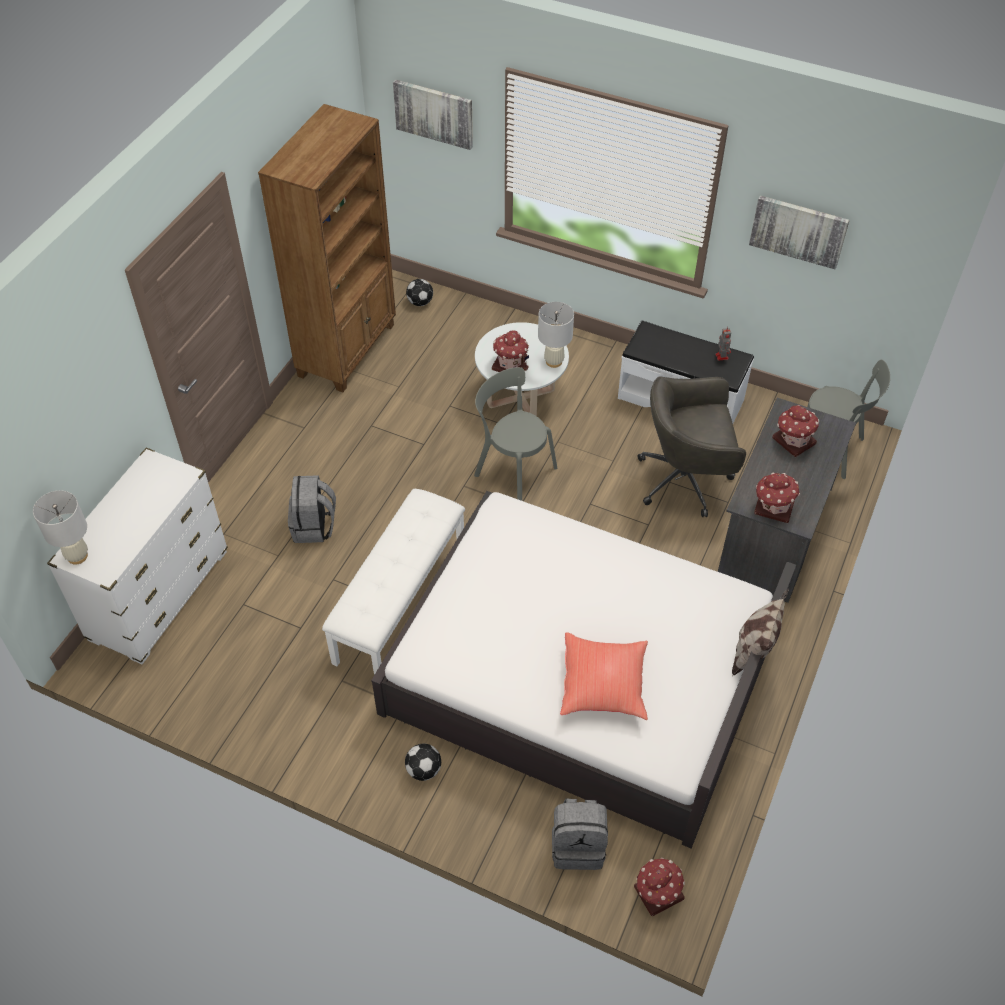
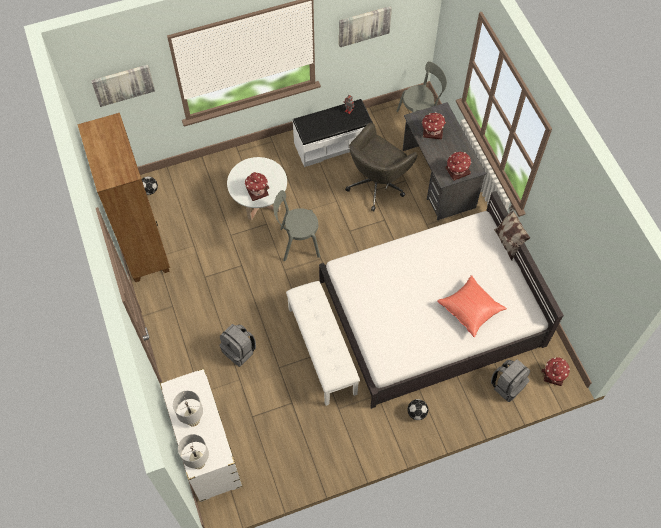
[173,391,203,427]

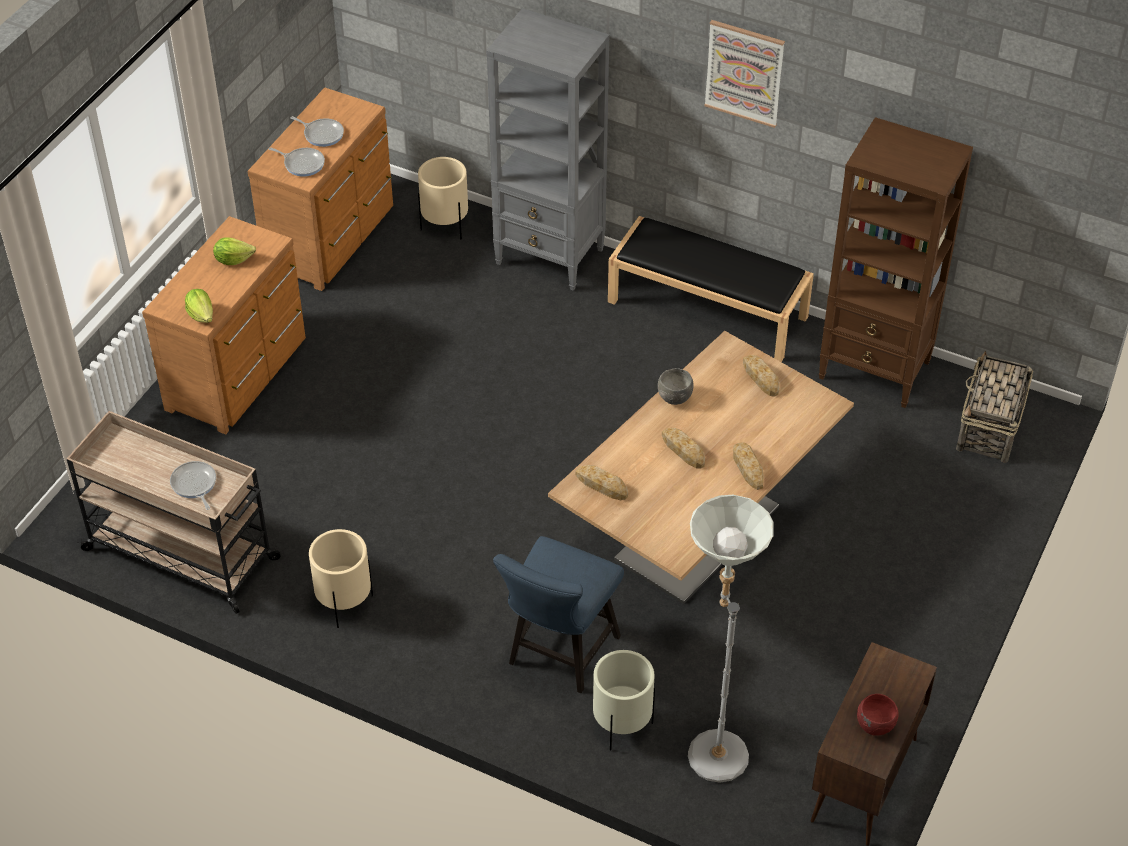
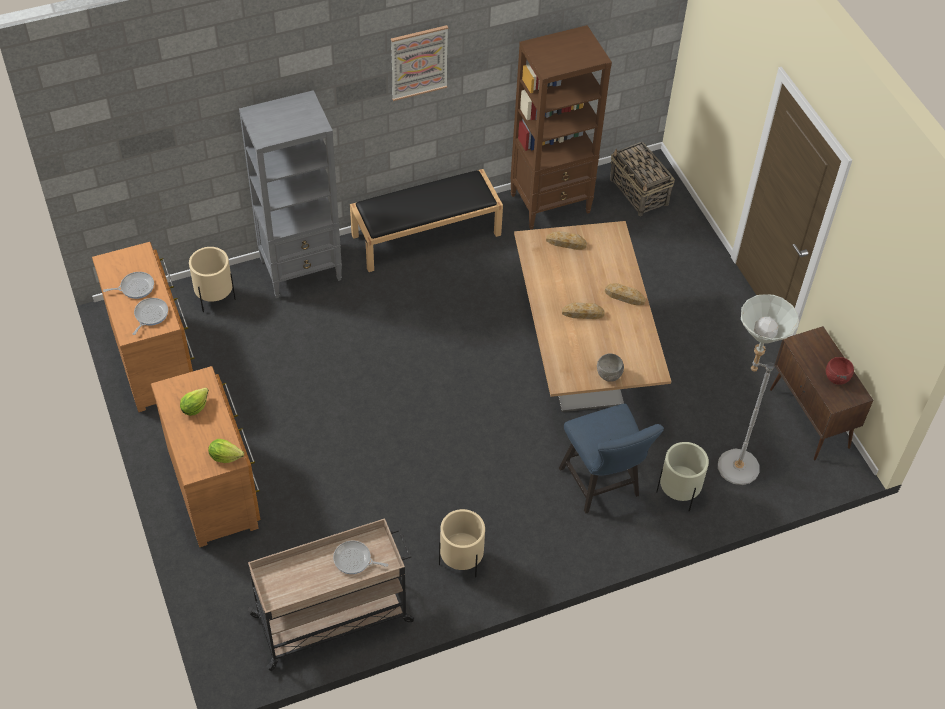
[575,465,628,500] (first image)
[597,353,624,382]
[133,298,168,335]

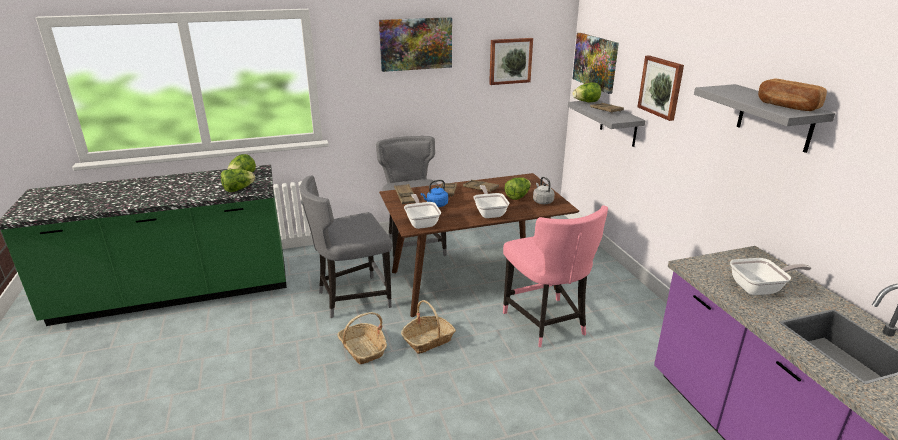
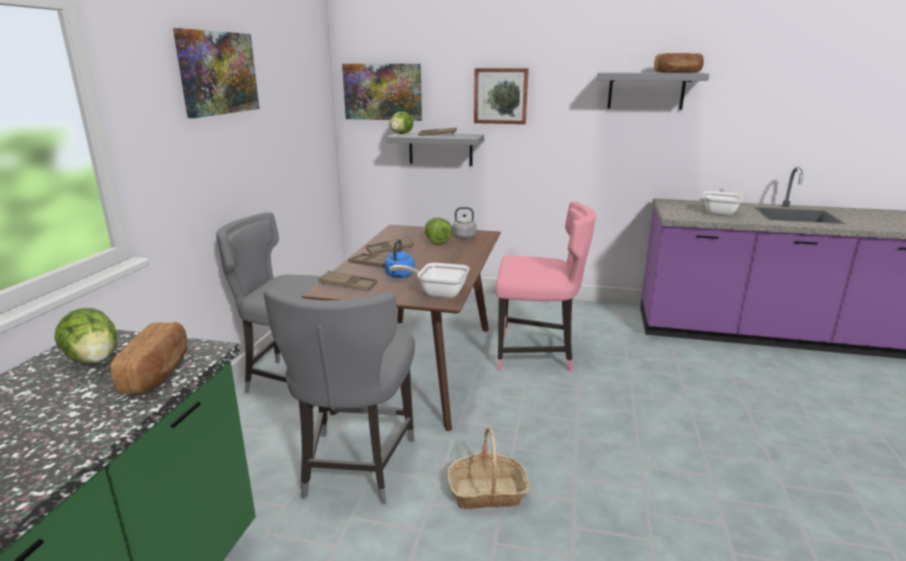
[401,300,456,354] (first image)
[473,185,510,218] (first image)
[489,38,533,85] (first image)
[110,322,187,394]

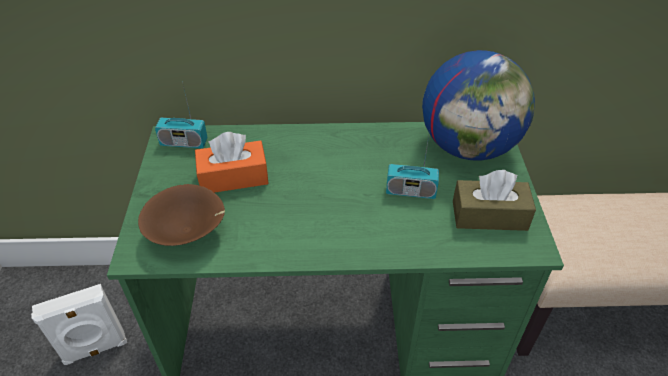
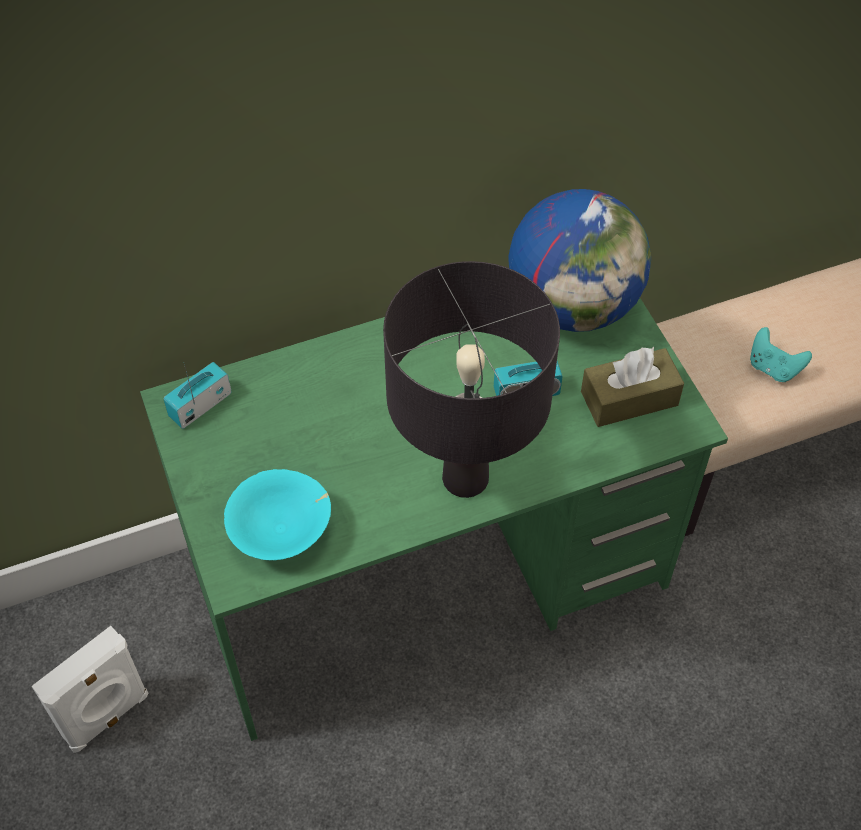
[195,132,269,193] (first image)
[383,261,560,498]
[750,327,812,382]
[224,469,331,560]
[164,362,232,429]

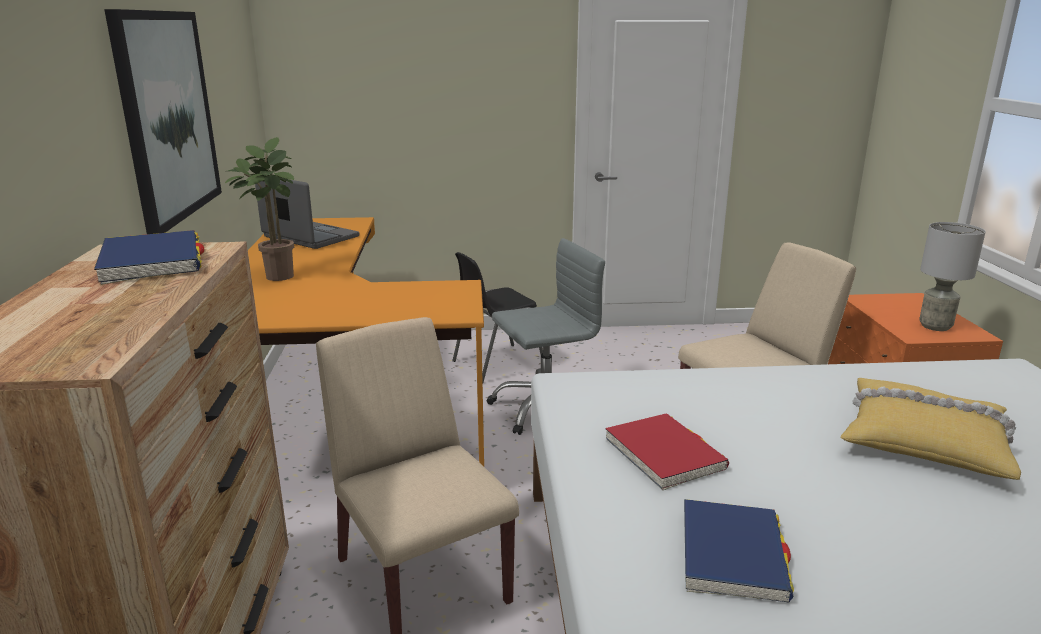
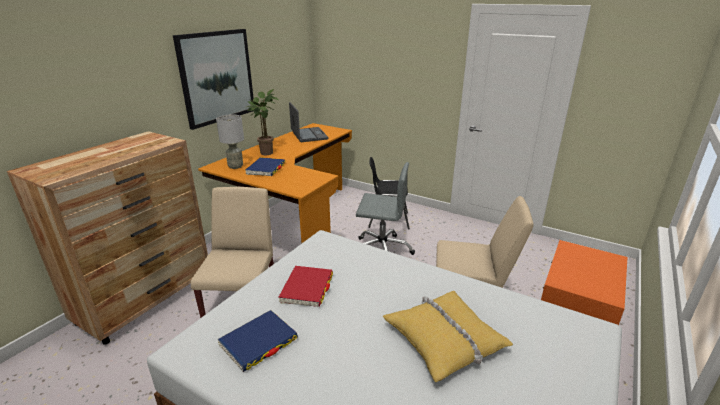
[245,157,286,176]
[216,115,244,169]

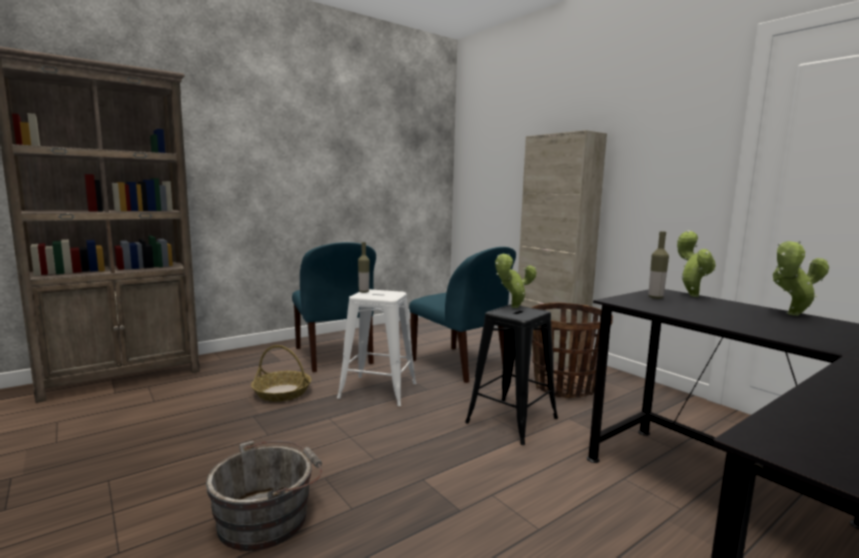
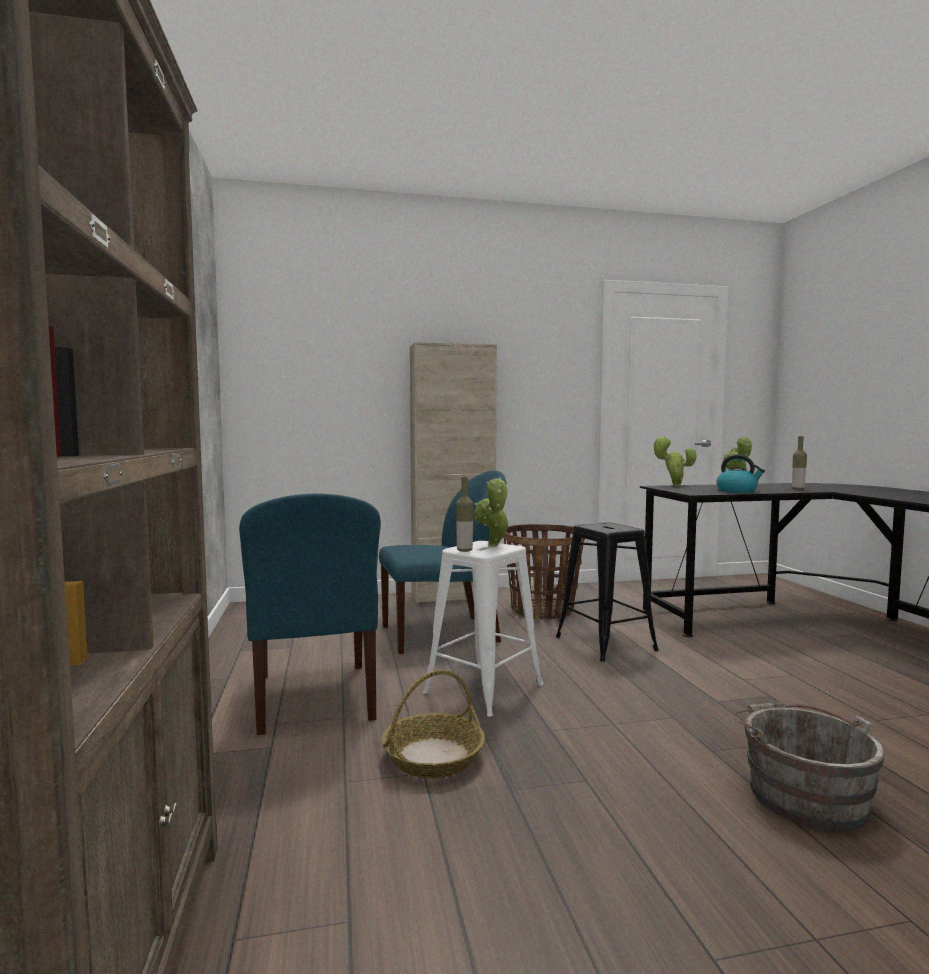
[716,455,765,493]
[473,477,510,547]
[792,436,807,490]
[239,494,381,735]

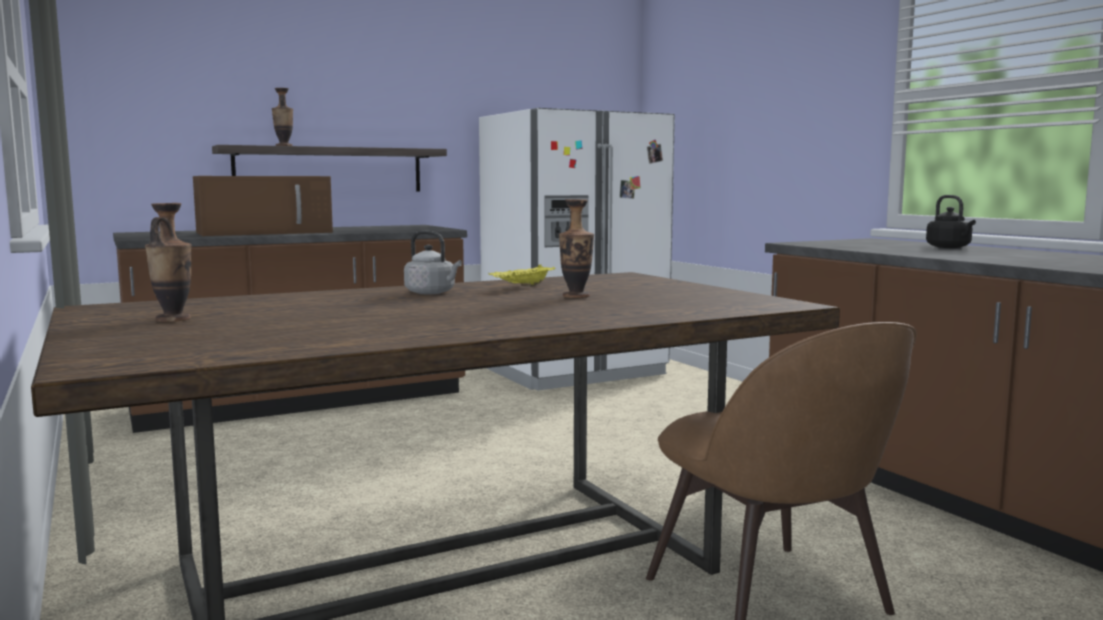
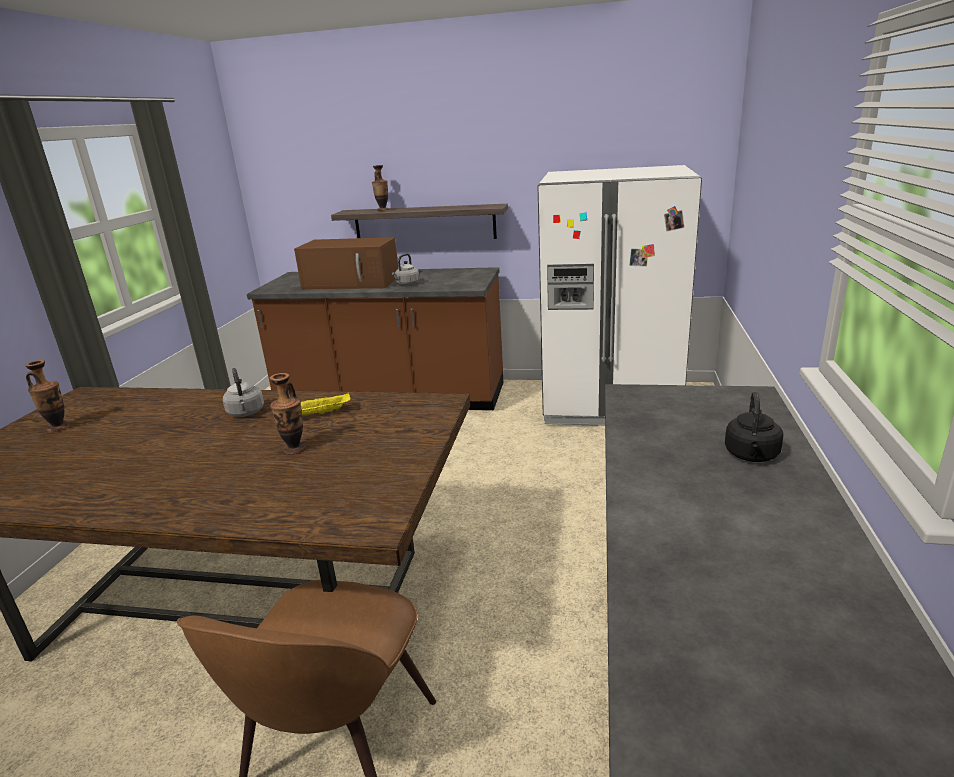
[391,254,420,286]

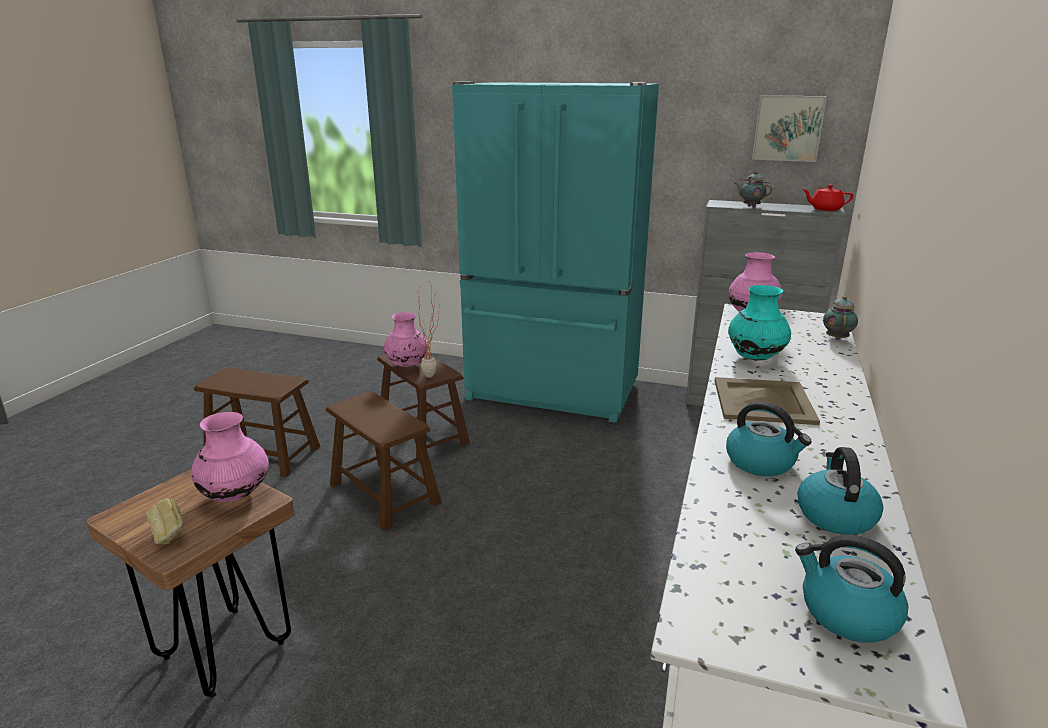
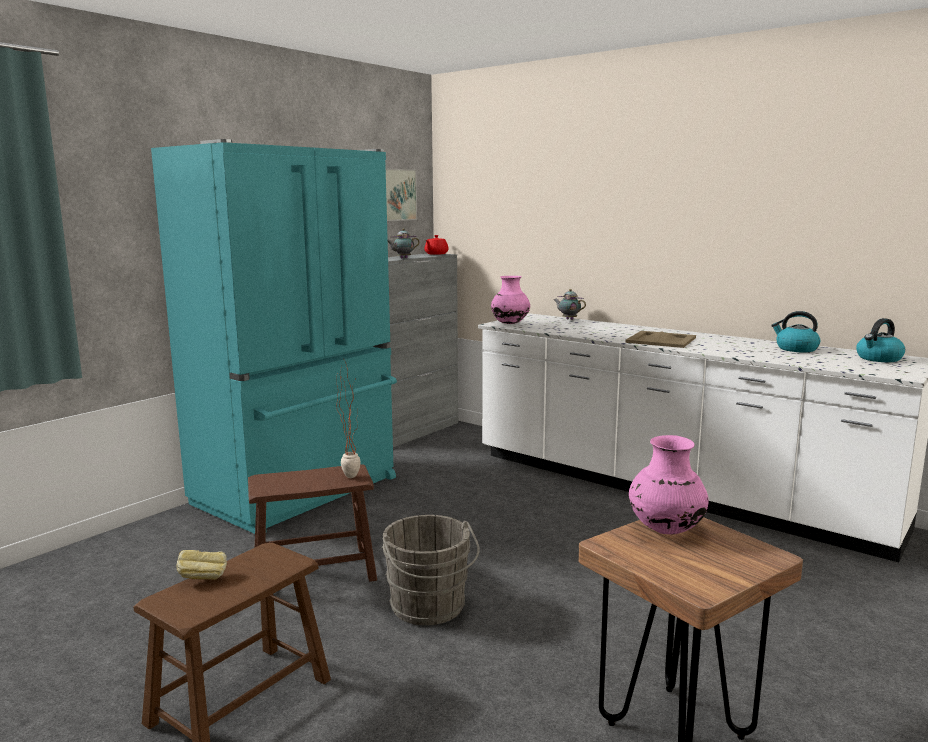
[384,312,428,367] (first image)
[726,401,812,476] (first image)
[728,285,791,360] (first image)
[176,550,227,580]
[382,515,479,625]

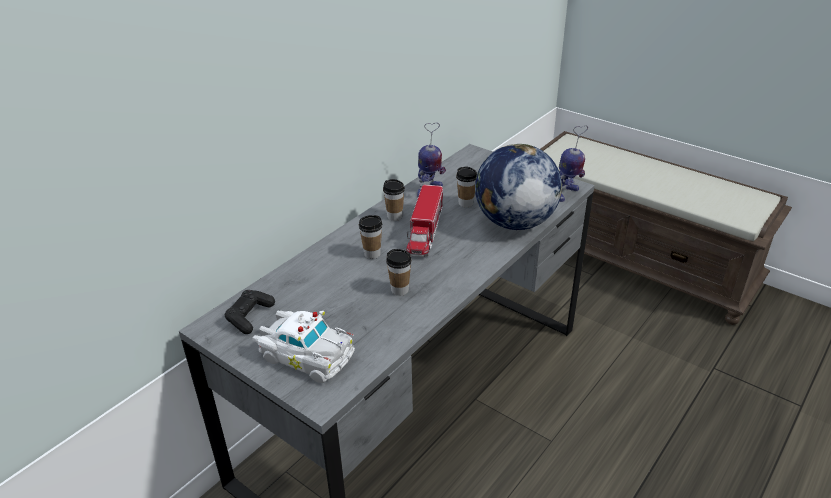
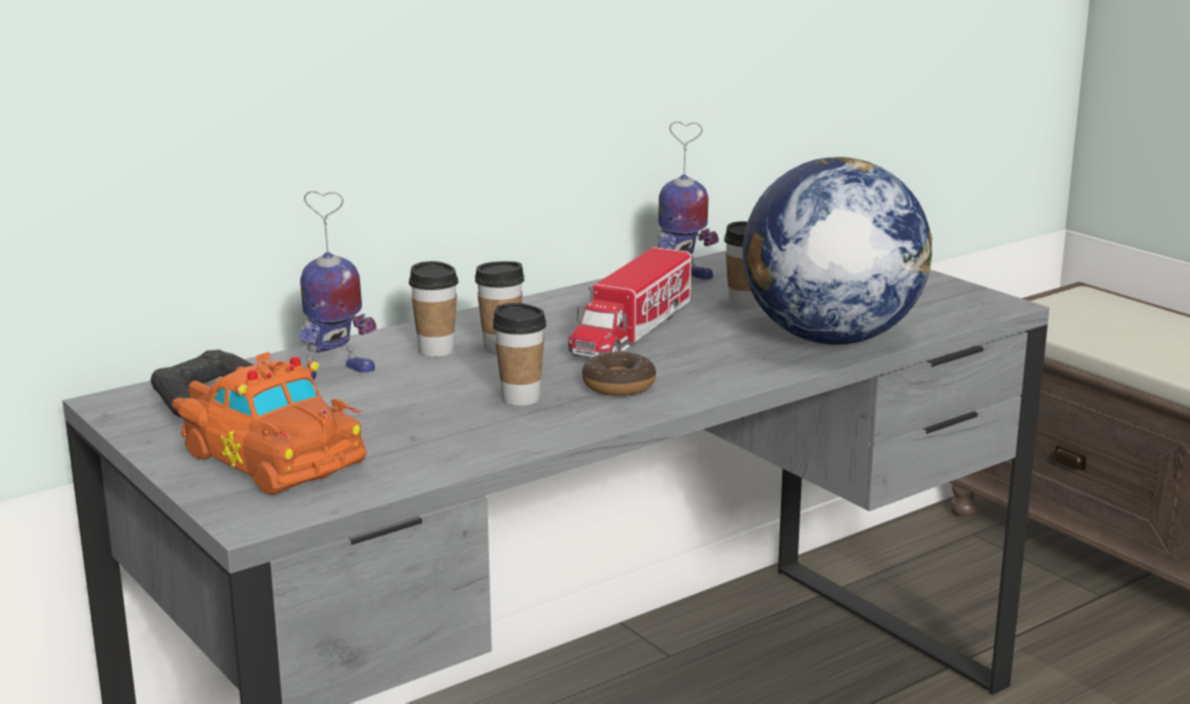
[582,352,656,396]
[409,261,458,357]
[300,191,376,381]
[172,352,367,495]

